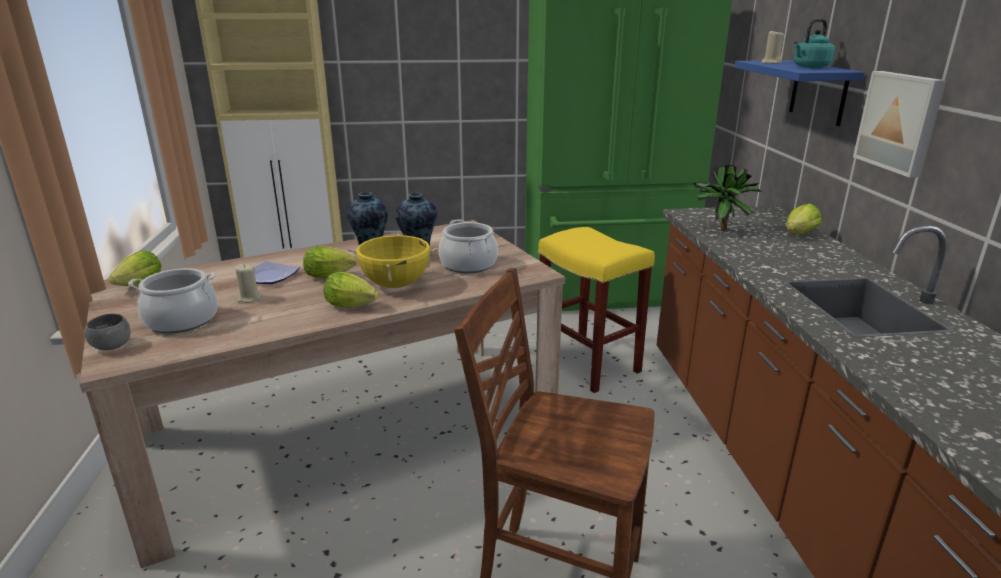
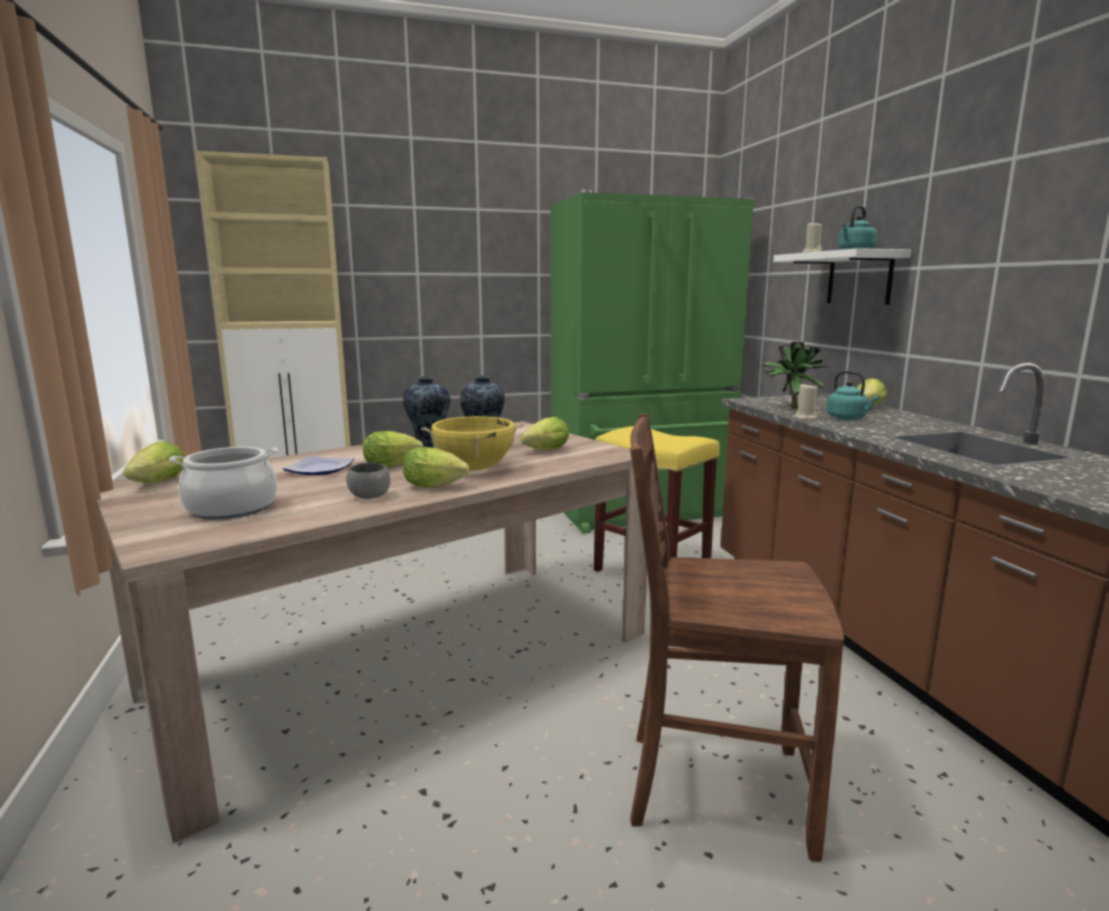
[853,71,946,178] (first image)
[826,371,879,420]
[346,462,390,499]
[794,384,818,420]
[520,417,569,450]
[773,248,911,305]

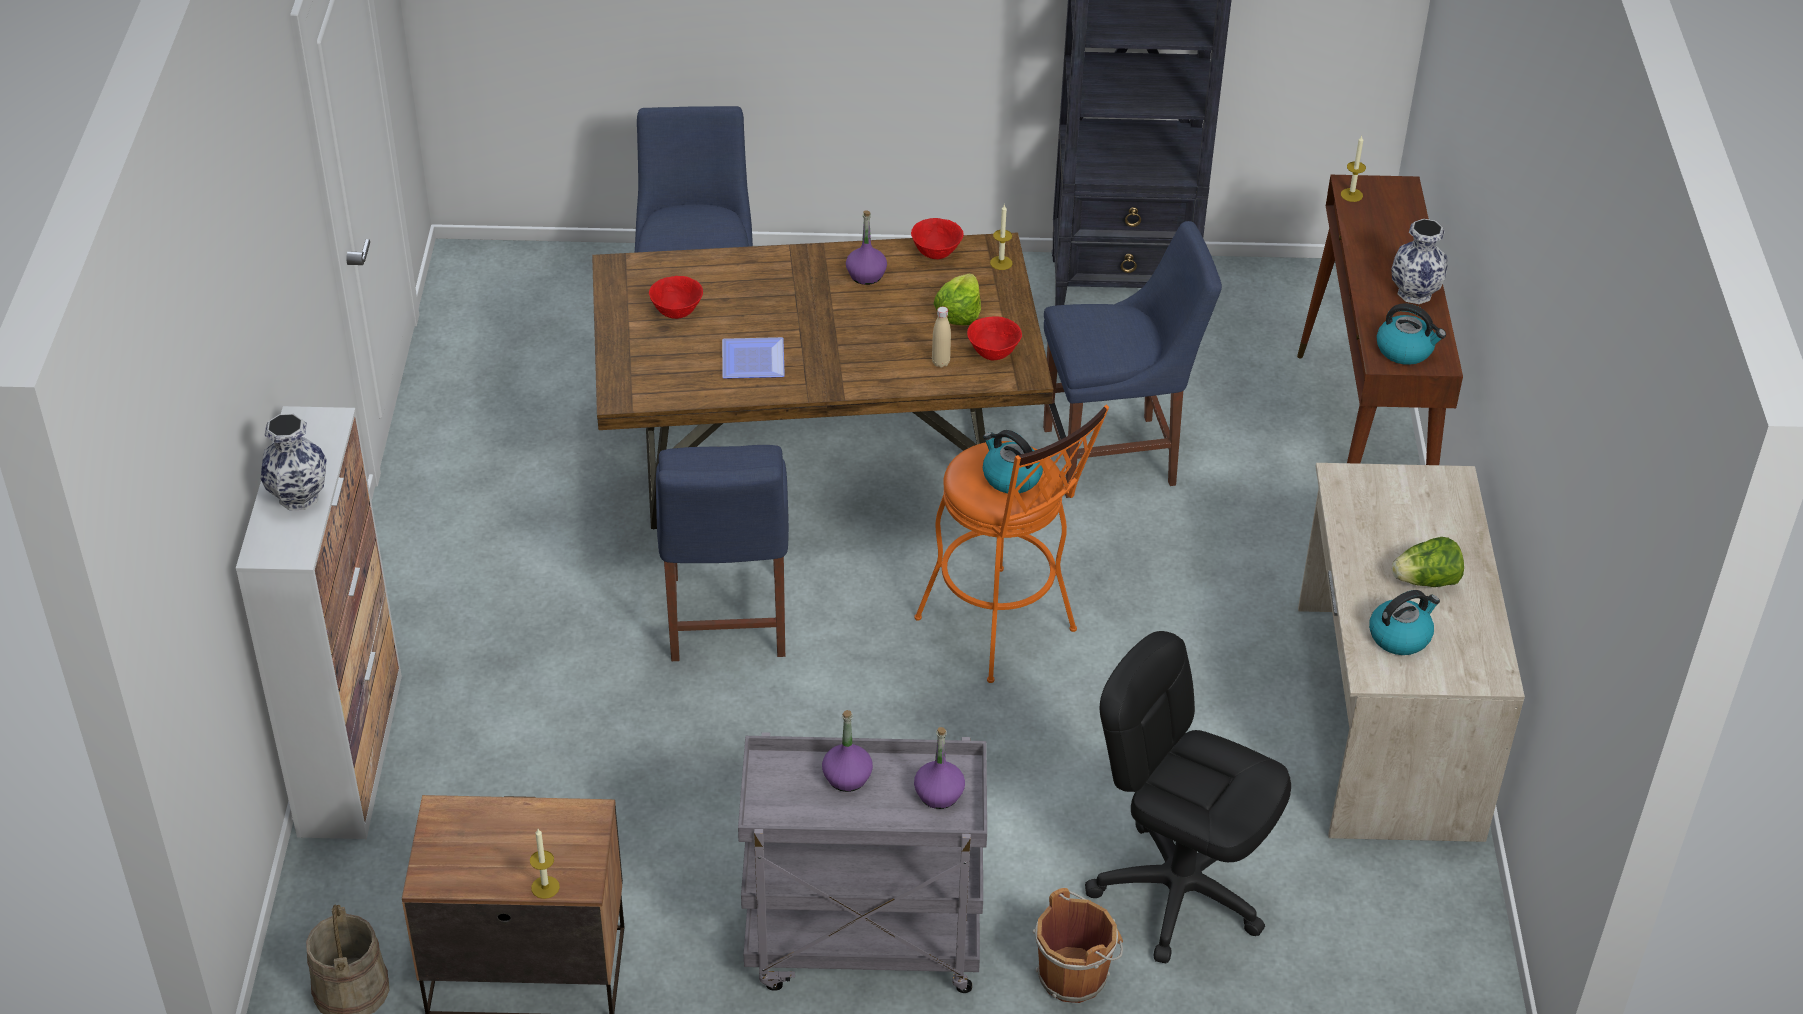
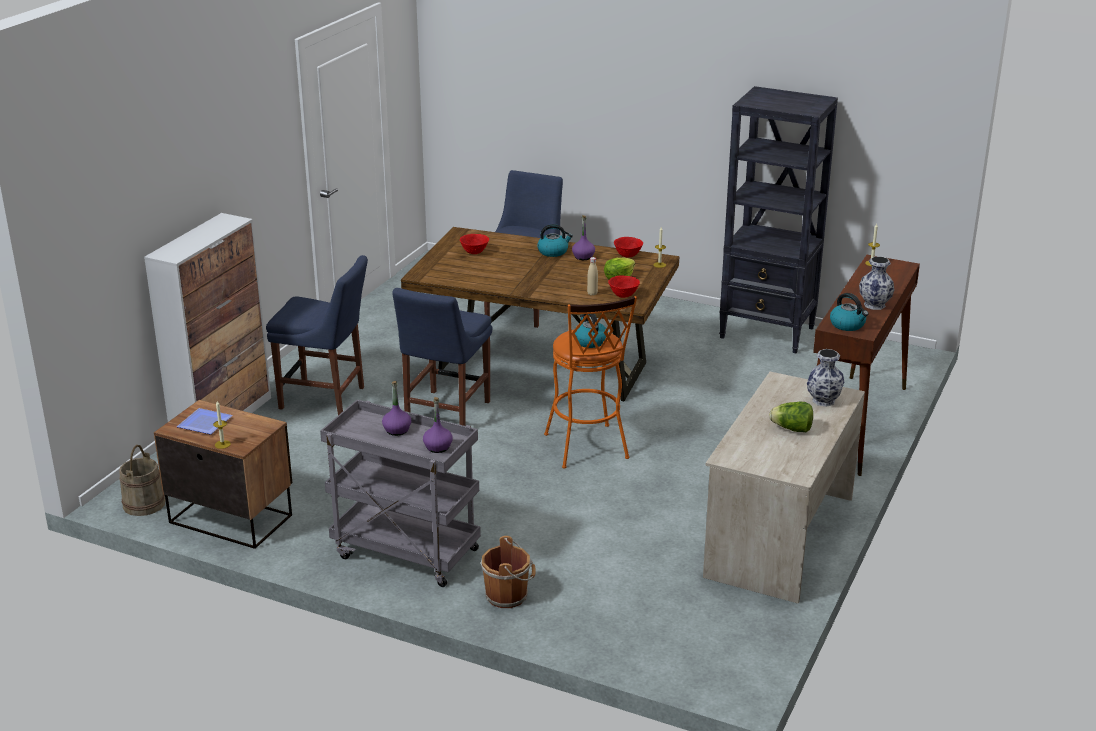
[1085,631,1291,963] (first image)
[807,349,844,407]
[177,408,233,434]
[266,255,368,415]
[537,224,573,257]

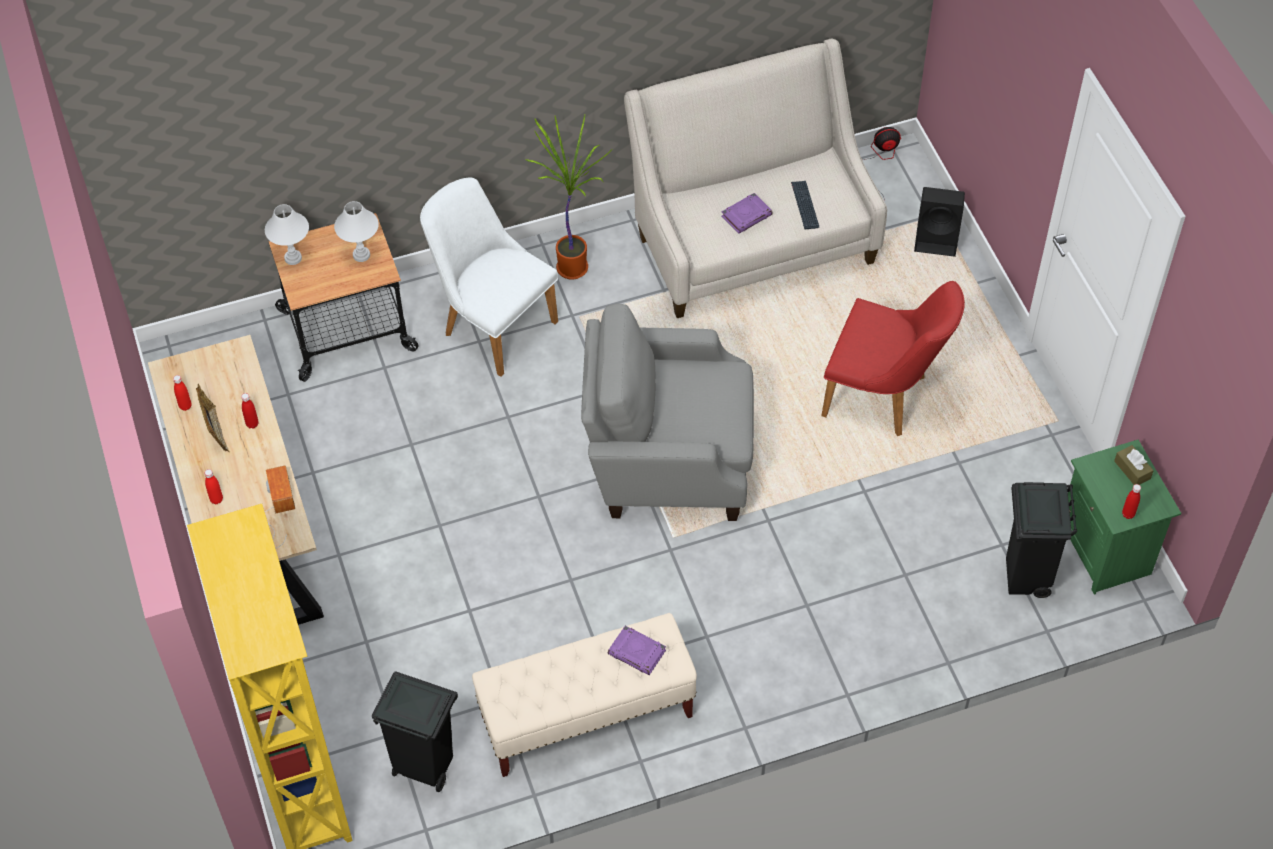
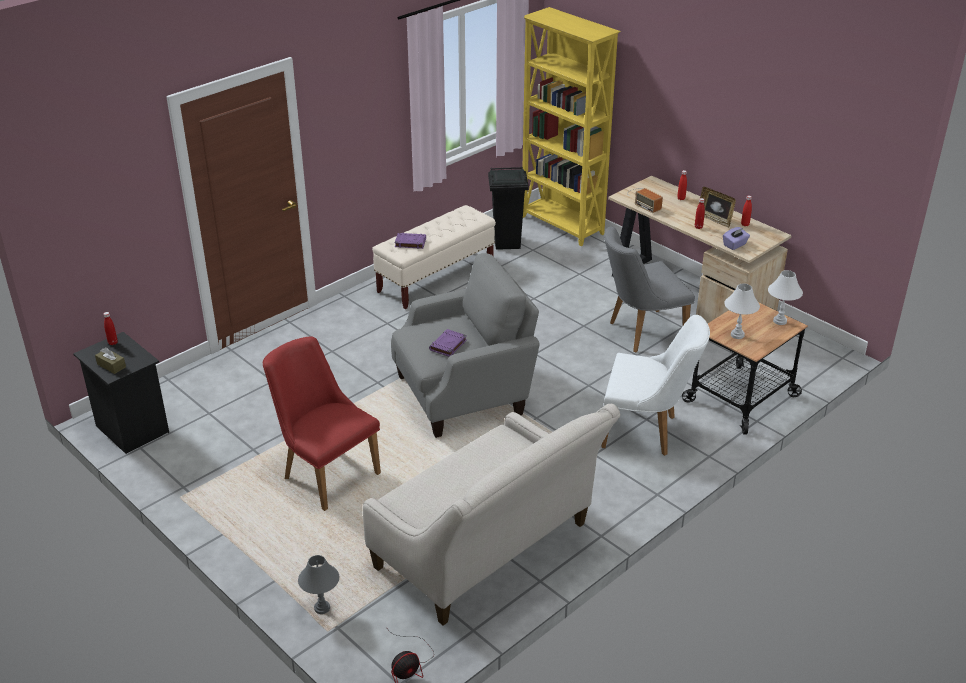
[526,115,612,280] (first image)
[791,181,819,229] (first image)
[1006,482,1077,598] (first image)
[604,227,695,353]
[723,227,750,250]
[429,329,467,357]
[298,555,339,614]
[73,332,169,454]
[263,336,381,511]

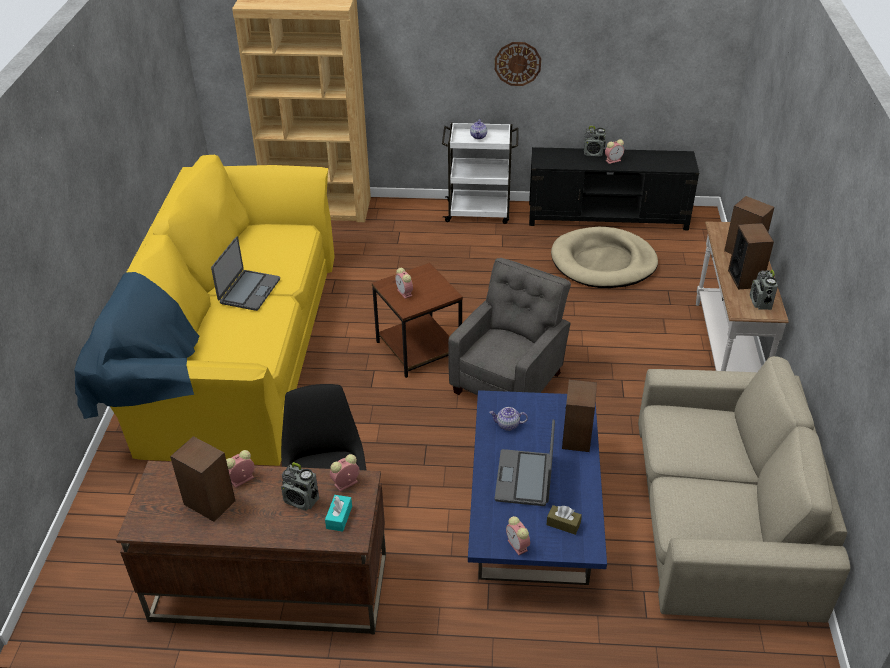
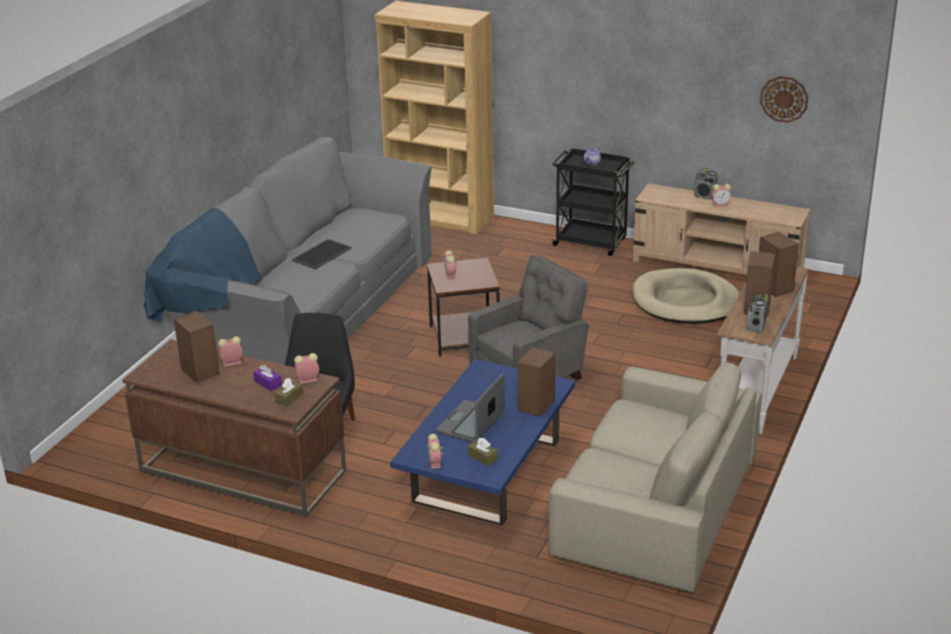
[489,407,528,431] (first image)
[760,76,808,123]
[292,239,352,269]
[253,364,282,391]
[144,137,432,365]
[274,378,303,407]
[551,148,634,256]
[633,183,810,275]

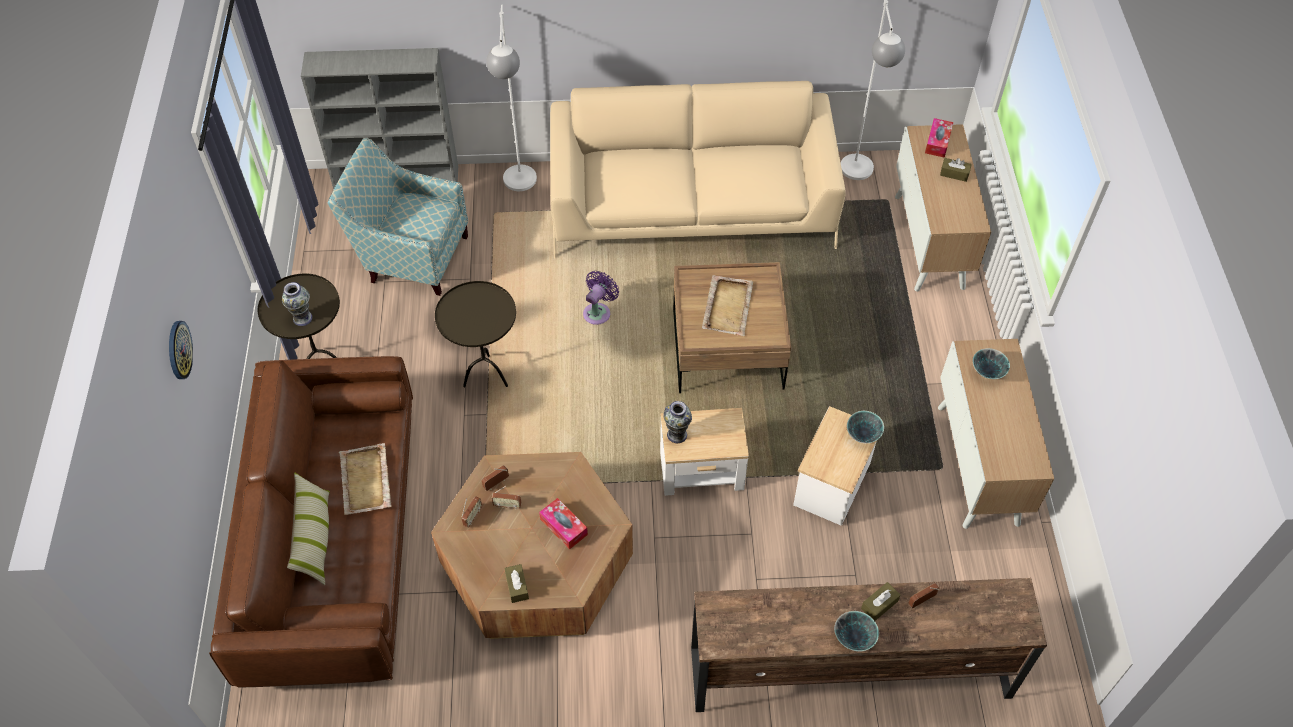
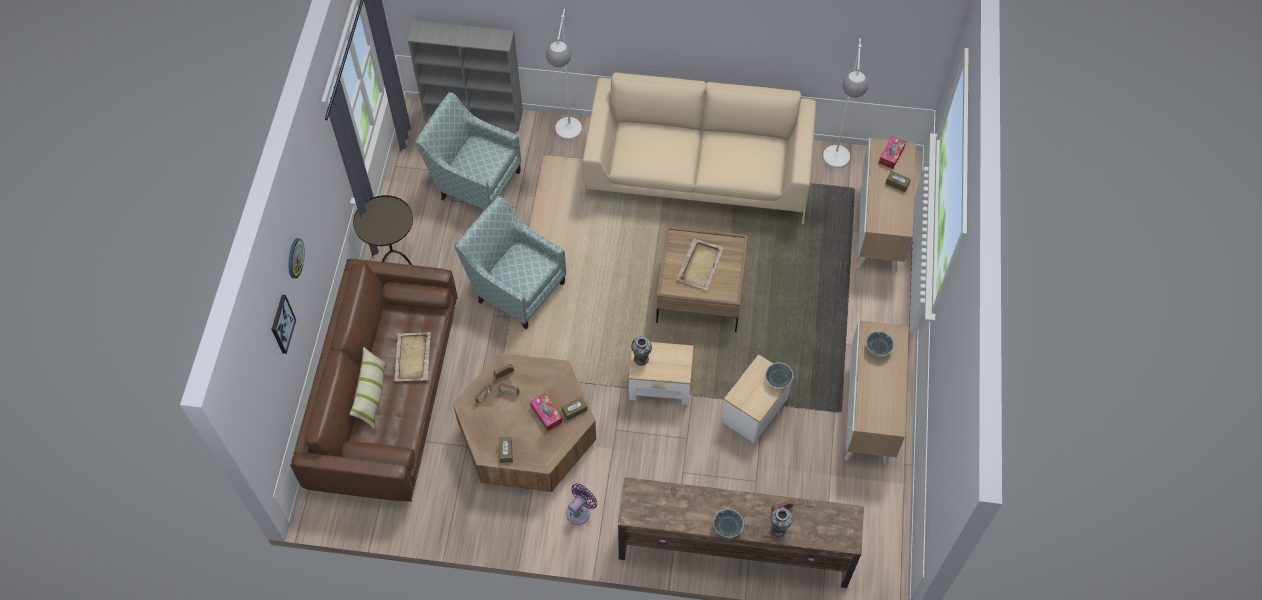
[271,295,296,354]
[770,506,793,537]
[566,483,598,525]
[562,397,588,420]
[454,196,566,329]

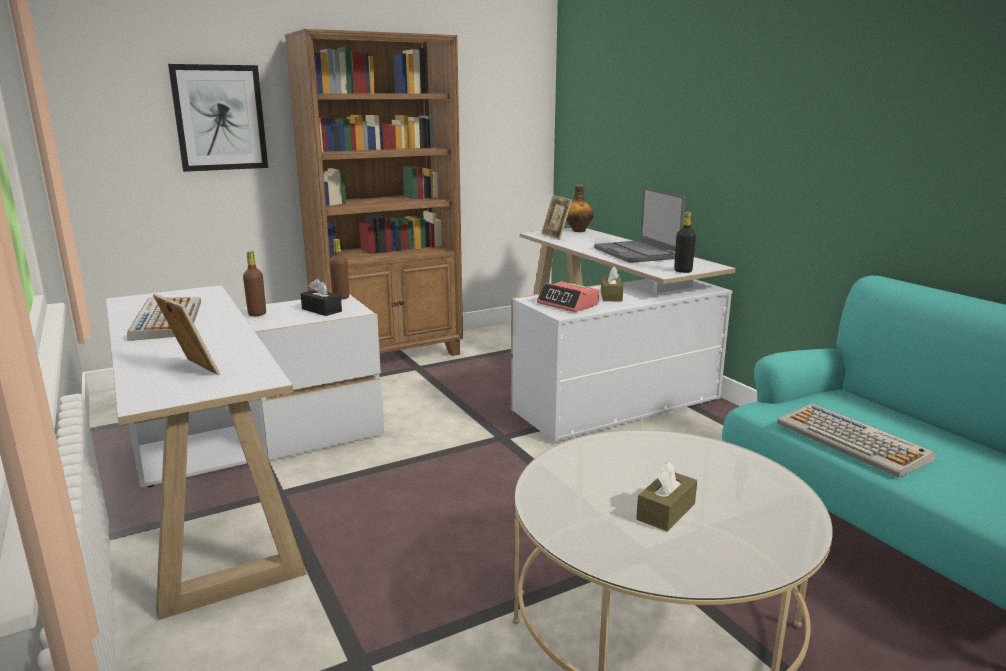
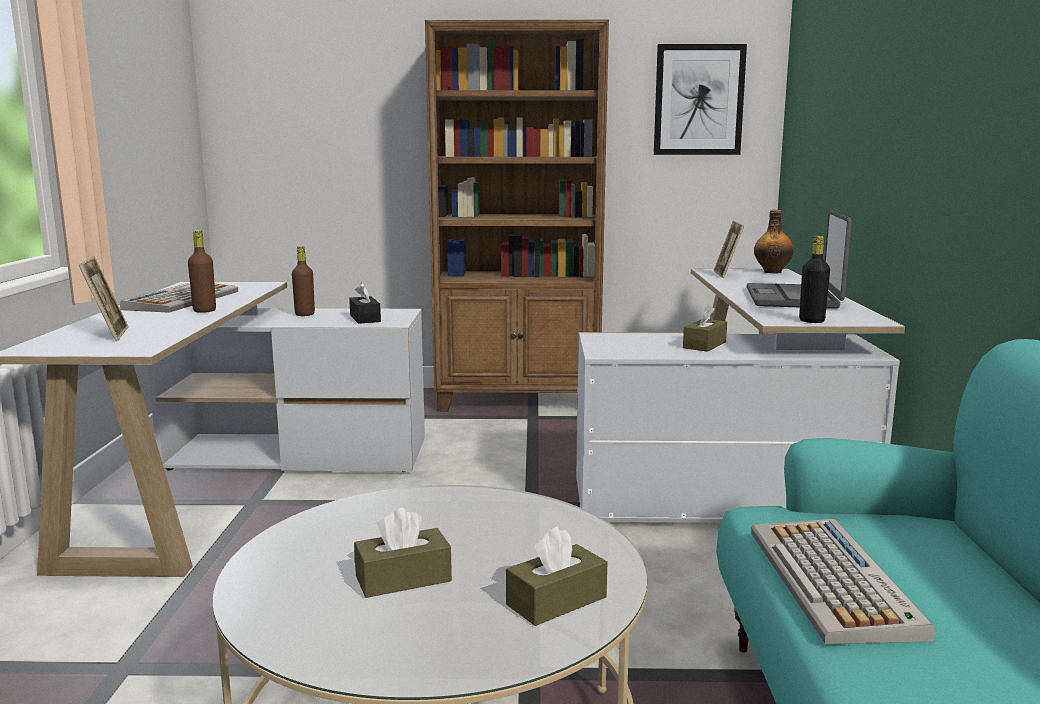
[537,281,599,312] (first image)
[506,527,607,626]
[654,44,747,155]
[188,230,216,313]

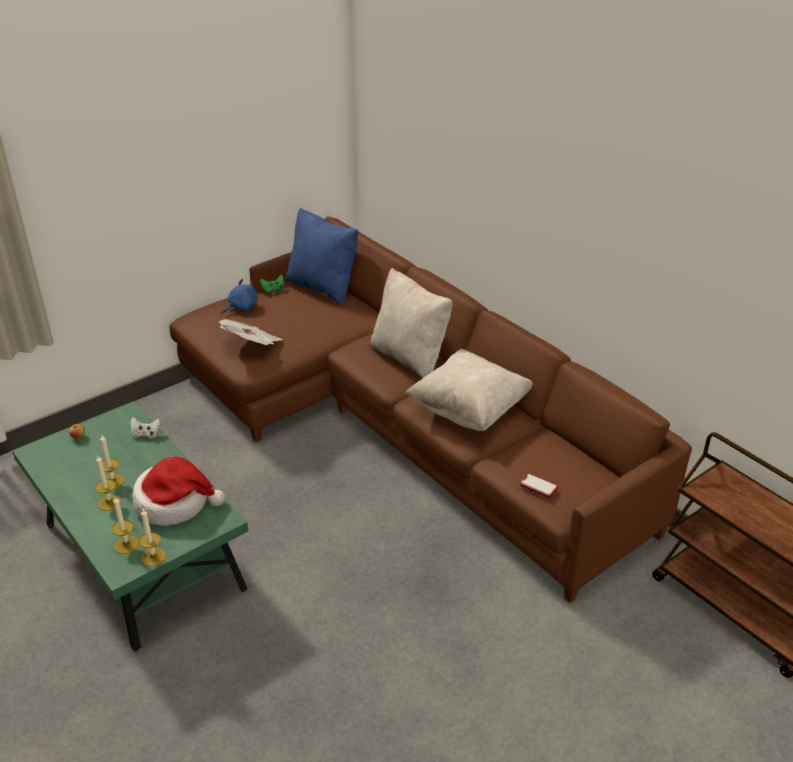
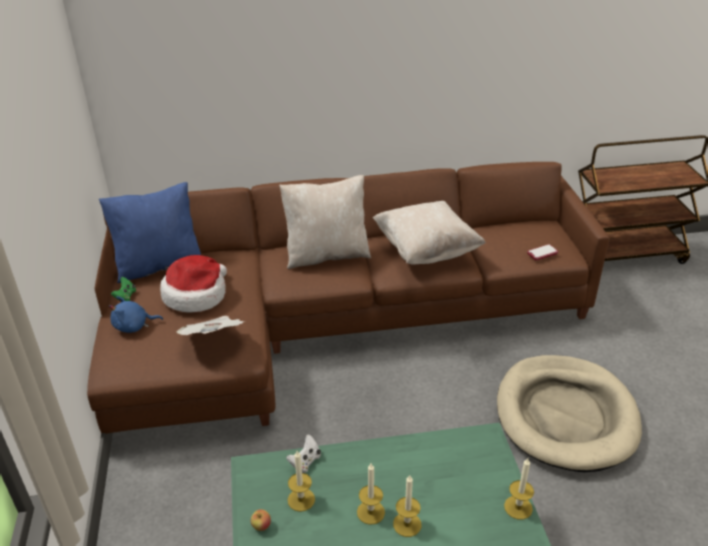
[497,355,642,472]
[288,451,315,512]
[160,255,227,313]
[109,296,163,333]

